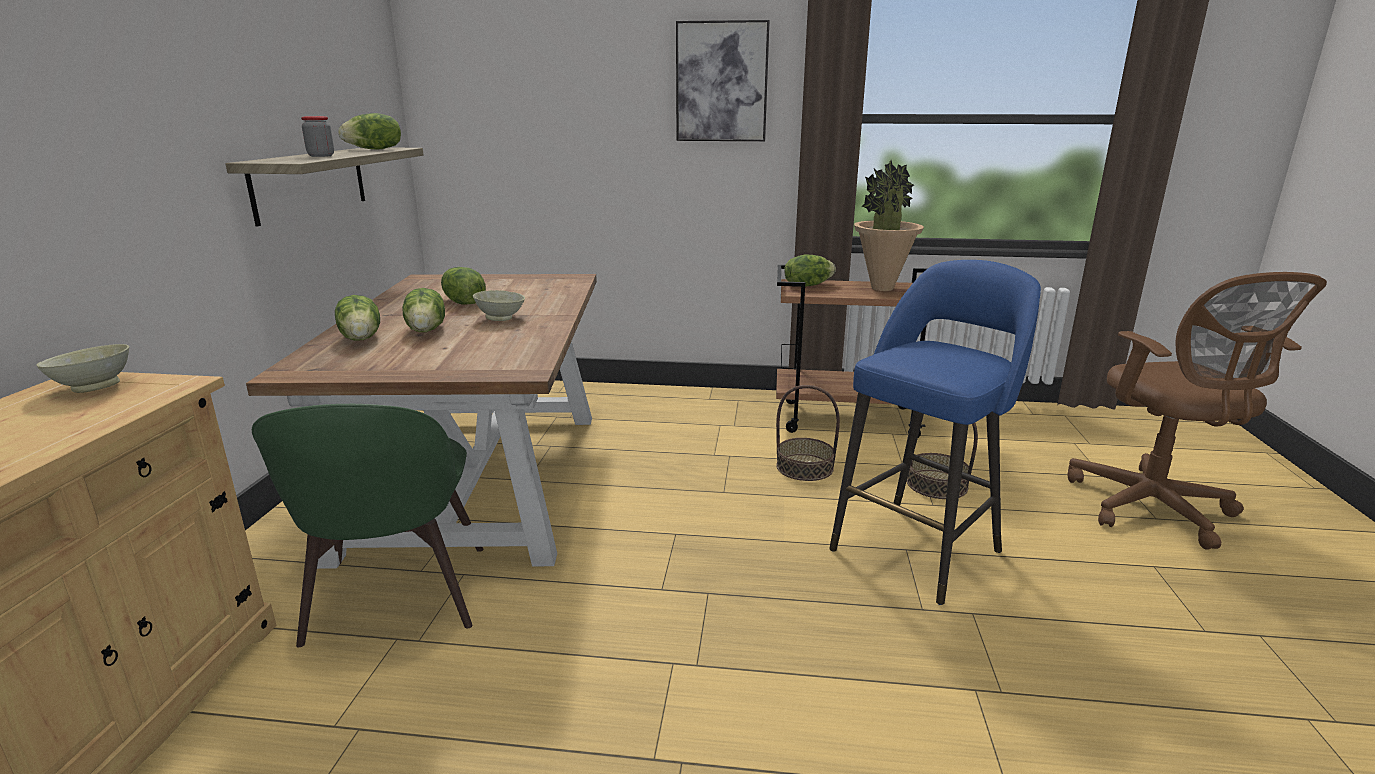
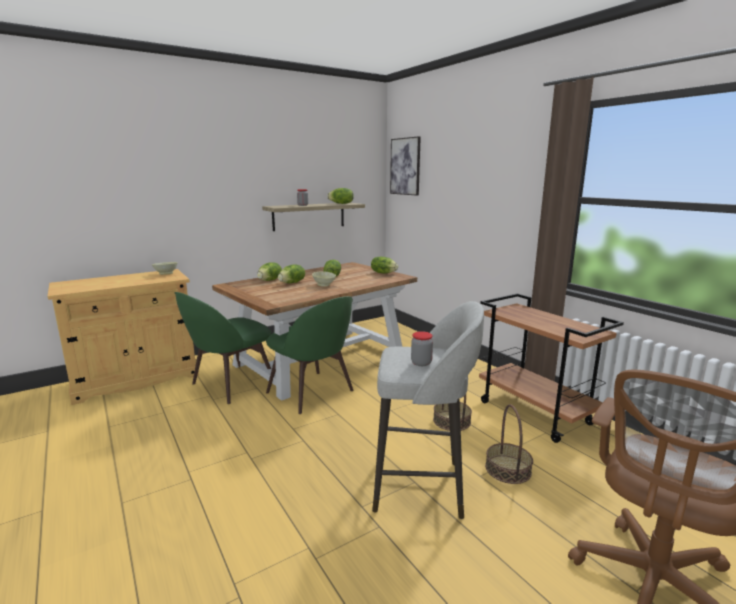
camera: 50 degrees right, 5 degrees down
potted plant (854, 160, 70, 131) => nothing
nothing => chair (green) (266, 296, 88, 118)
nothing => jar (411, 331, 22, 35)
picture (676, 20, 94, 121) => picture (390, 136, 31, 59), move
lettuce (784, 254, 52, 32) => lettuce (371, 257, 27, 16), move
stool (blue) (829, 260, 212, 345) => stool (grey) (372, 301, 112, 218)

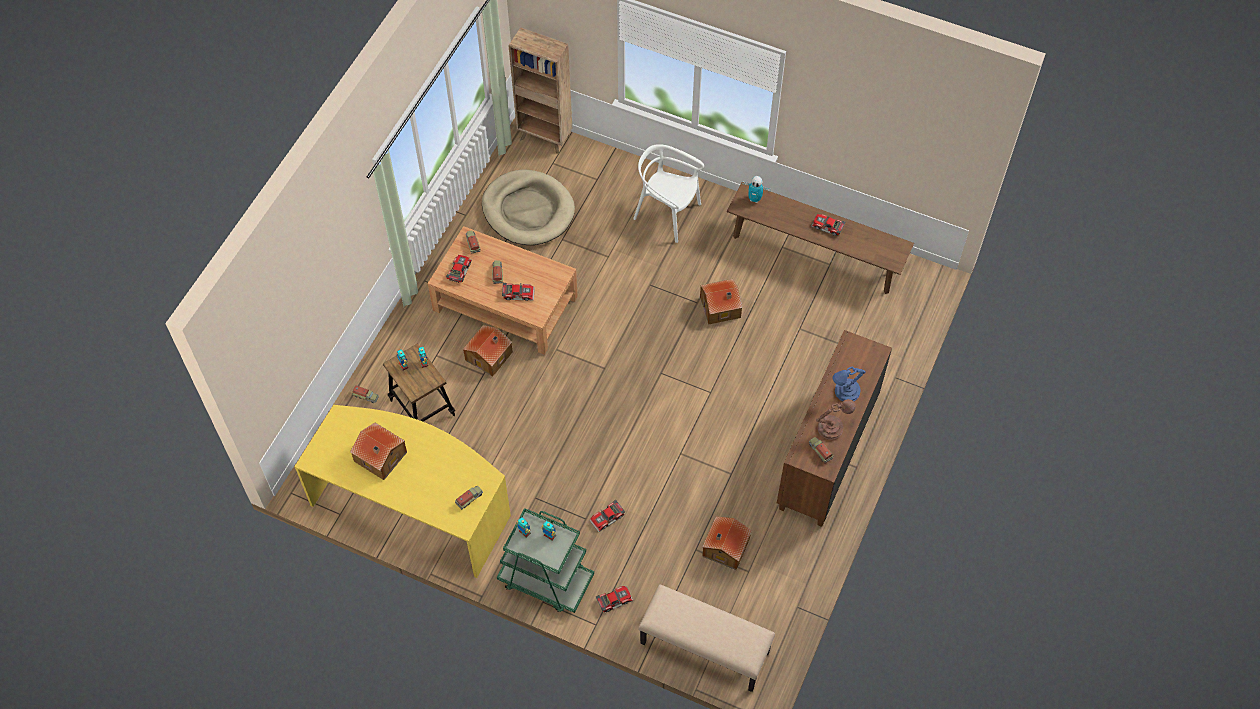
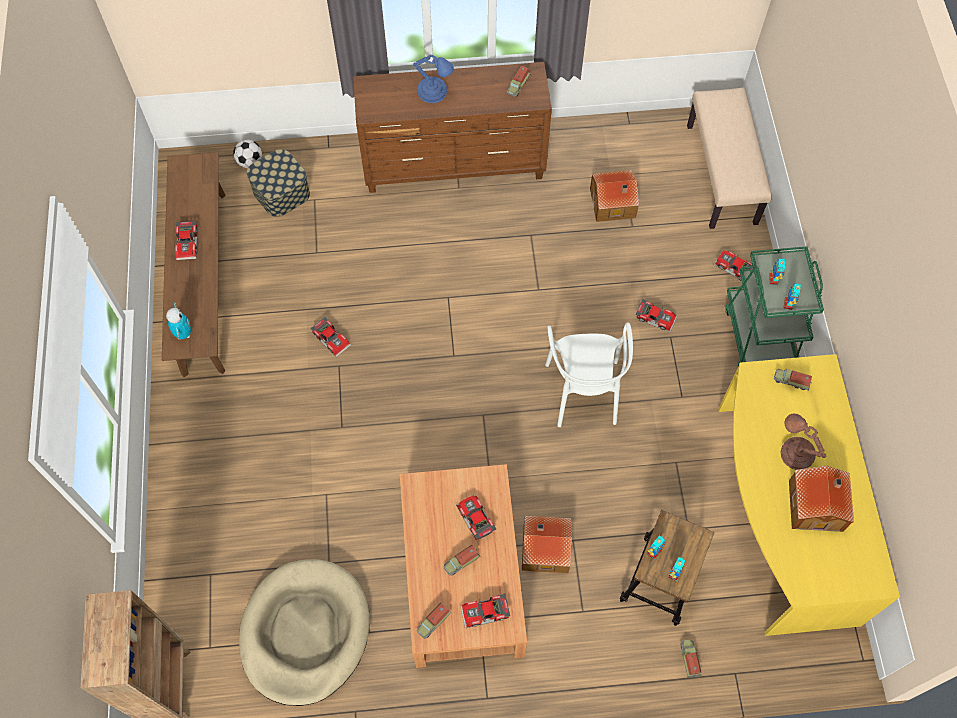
camera: 120 degrees left, 5 degrees up
nothing => football (233, 140, 29, 28)
nothing => storage box (247, 149, 63, 68)
chair (white) (633, 144, 71, 99) => chair (white) (545, 323, 88, 104), move
table lamp (brown) (816, 399, 40, 41) => table lamp (brown) (780, 414, 47, 56), move
toy house (700, 279, 42, 45) => toy car (310, 317, 41, 40)

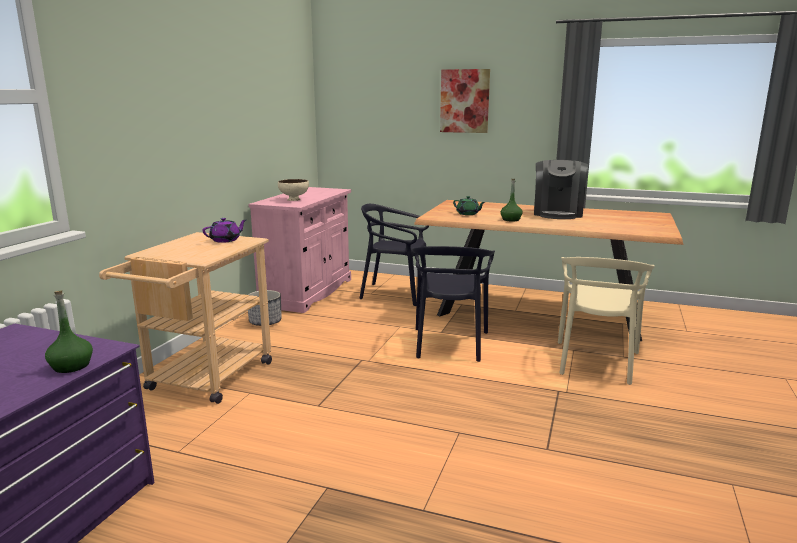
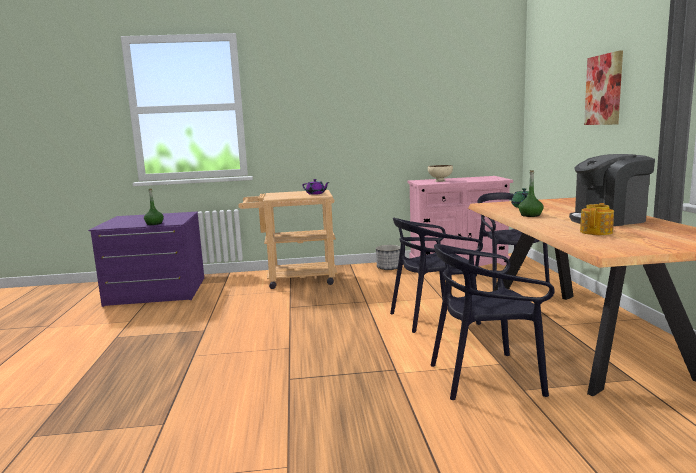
camera: 65 degrees right, 5 degrees down
nothing => teapot (580, 203, 34, 32)
chair (beige) (558, 257, 97, 128) => chair (black) (431, 244, 124, 156)

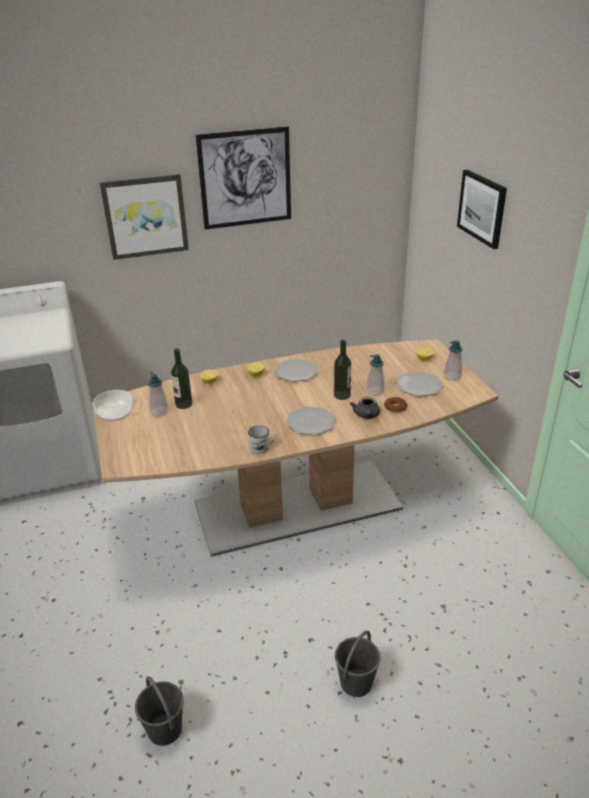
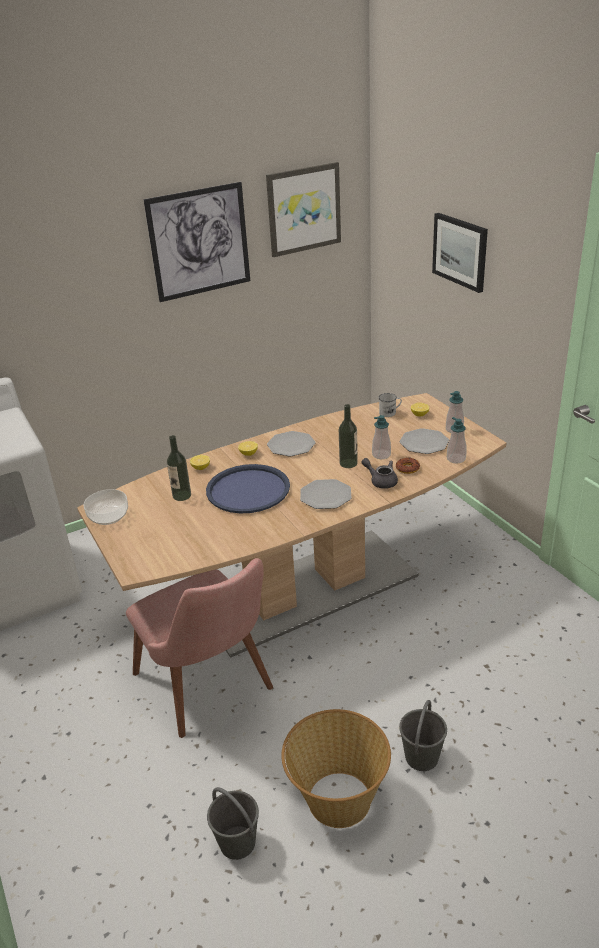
camera: 10 degrees left, 0 degrees up
nothing => chair (pink) (126, 558, 147, 180)
nothing => tray (blue) (206, 464, 84, 49)
nothing => basket (282, 709, 109, 119)
picture (100, 174, 89, 86) => picture (266, 162, 75, 95), move
soap dispenser (148, 372, 21, 45) => soap dispenser (447, 417, 19, 47), move
mug (white) (248, 425, 28, 29) => mug (white) (378, 393, 24, 24), move
teapot (grey) (350, 397, 30, 22) => teapot (grey) (361, 458, 37, 31), 135 degrees clockwise

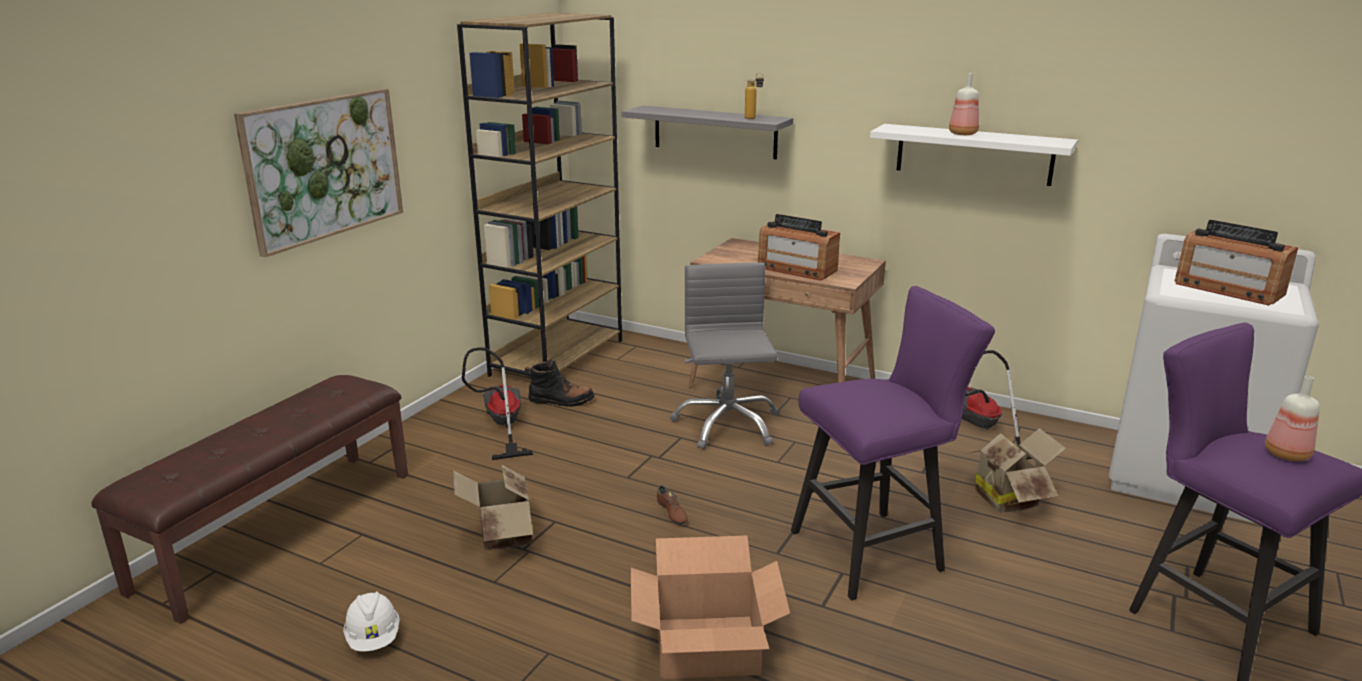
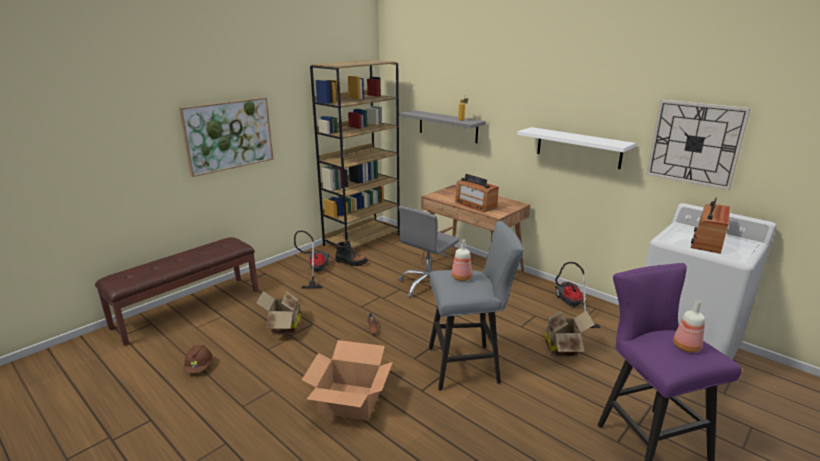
camera: 15 degrees right, 0 degrees up
nothing => wall clock (646, 100, 105, 90)
bottle (949, 73, 30, 62) => bottle (452, 239, 20, 42), move
hard hat (white) (343, 592, 57, 59) => hard hat (brown) (184, 345, 29, 28)
stool (purple) (791, 286, 204, 315) => stool (grey) (429, 221, 95, 170)
office chair (grey) (670, 263, 110, 187) => office chair (grey) (398, 206, 62, 92), 150 degrees counterclockwise
radio (1174, 220, 124, 86) => radio (691, 197, 39, 57), 60 degrees clockwise

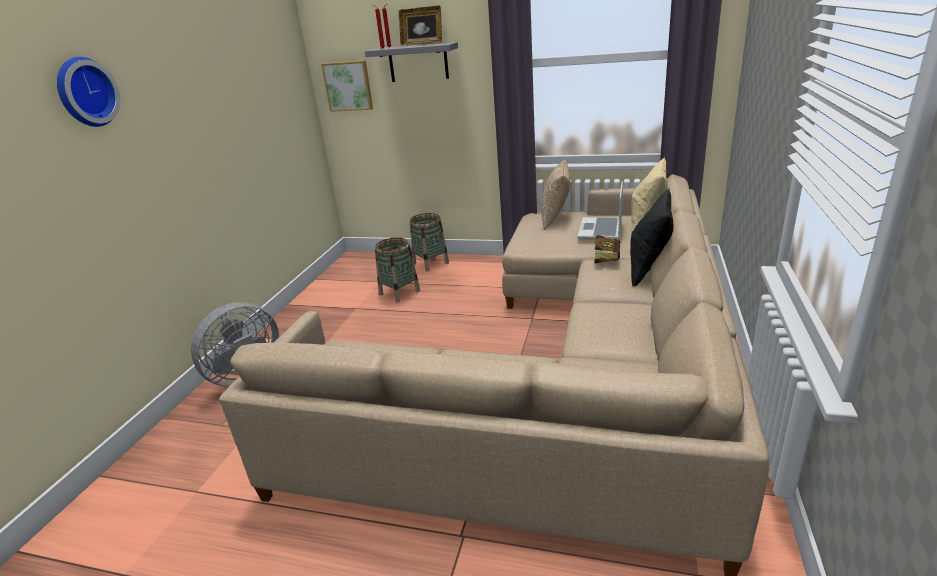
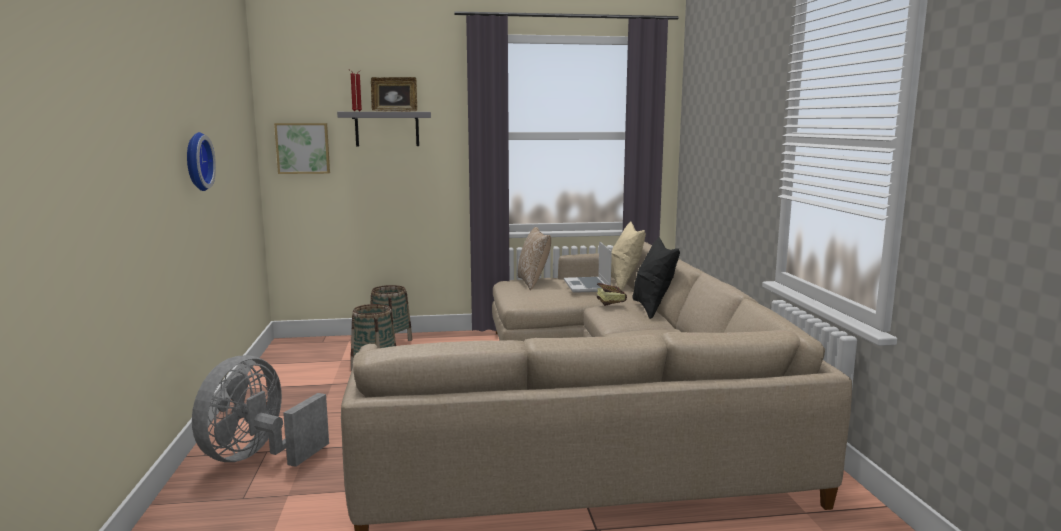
camera: 25 degrees left, 15 degrees down
wall clock (57, 57, 63, 70) => wall clock (187, 132, 29, 59), move

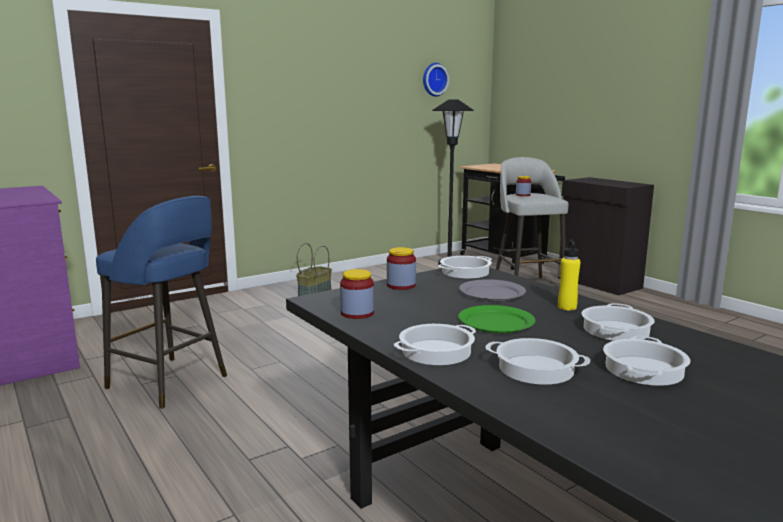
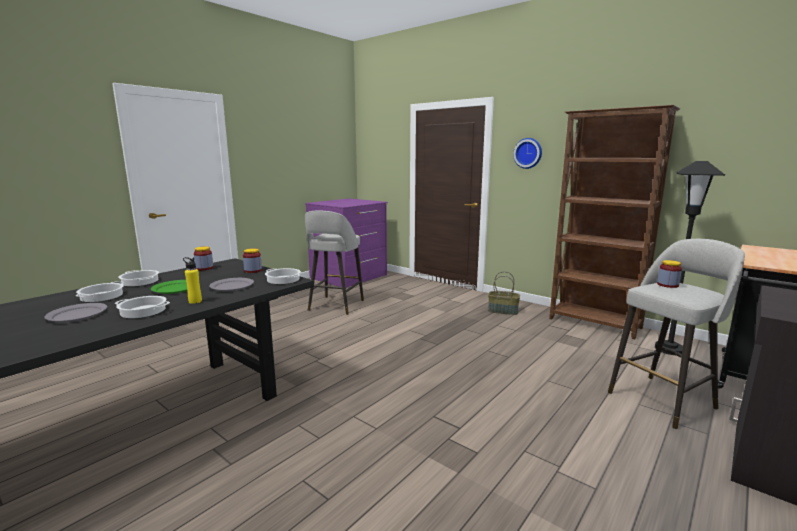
camera: 75 degrees right, 0 degrees up
nothing => bookcase (brown) (549, 105, 131, 234)
wall clock (423, 63, 26, 34) => wall clock (513, 138, 29, 31), move
cooking pot (603, 336, 88, 50) => plate (grey) (44, 303, 63, 19)
stool (blue) (96, 196, 131, 213) => stool (grey) (305, 210, 59, 105)

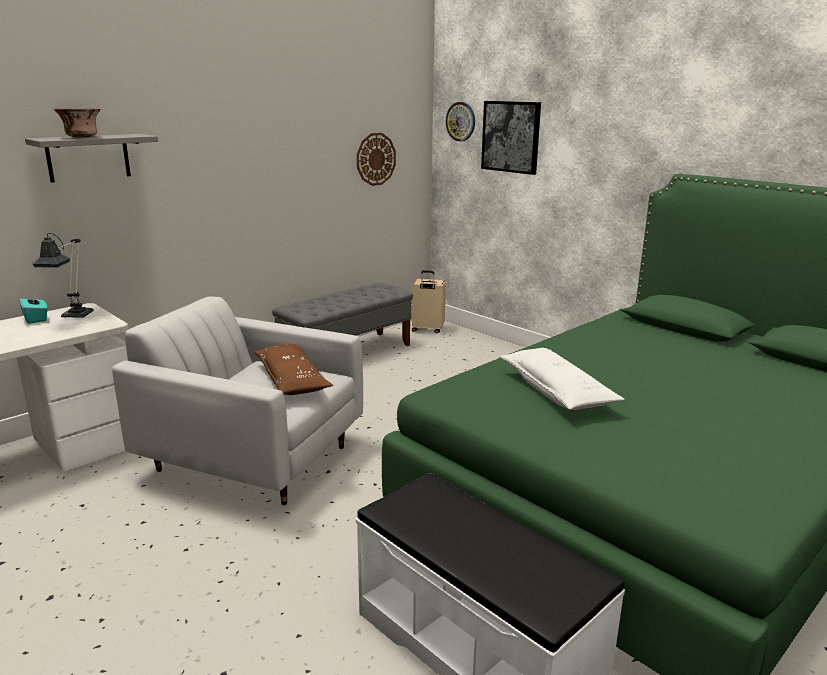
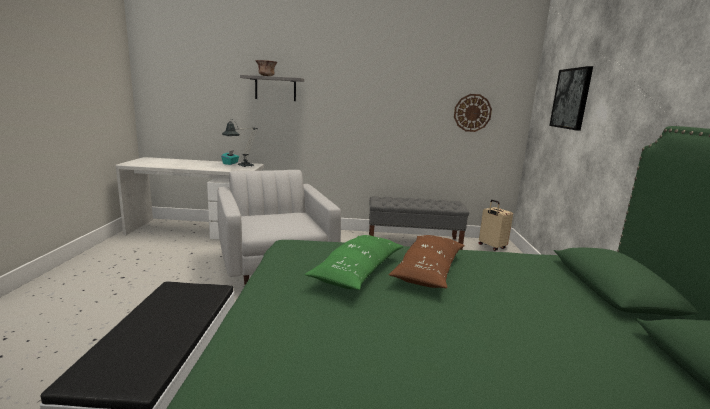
camera: 45 degrees right, 5 degrees down
wall clock (446, 102, 29, 39) => nothing
pillow (brown) (254, 344, 79, 51) => pillow (brown) (389, 235, 76, 53), move
pillow (white) (499, 348, 126, 62) => pillow (green) (305, 235, 99, 55)

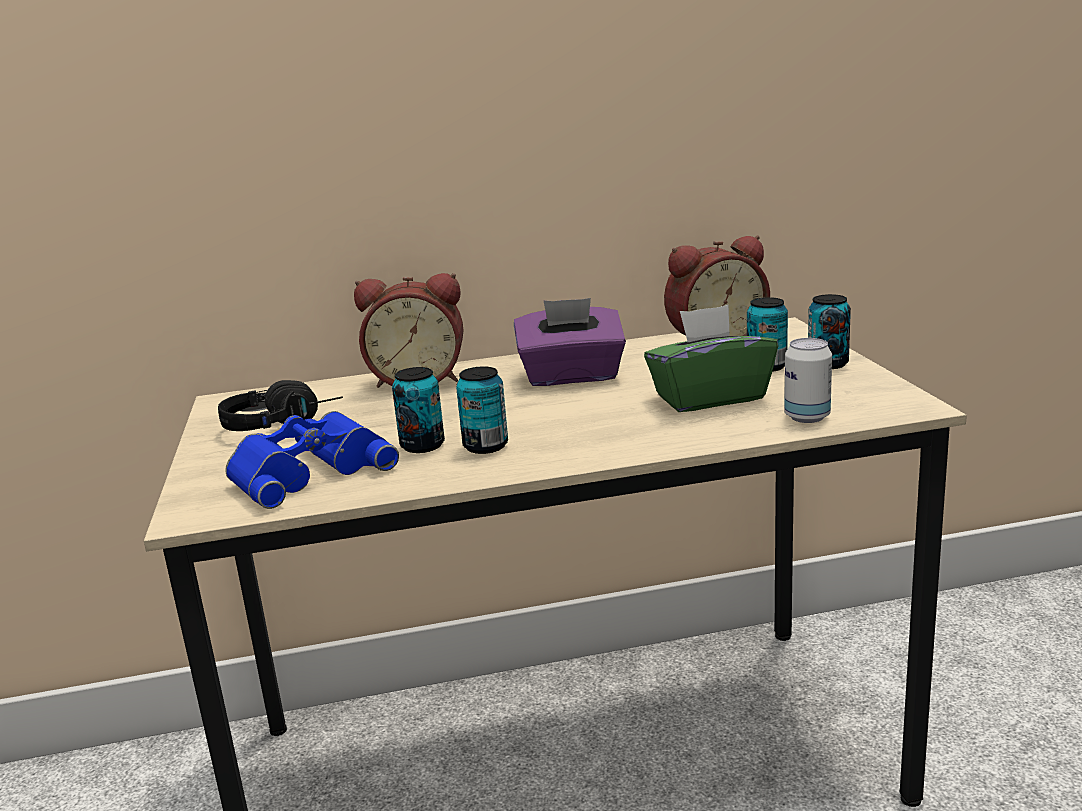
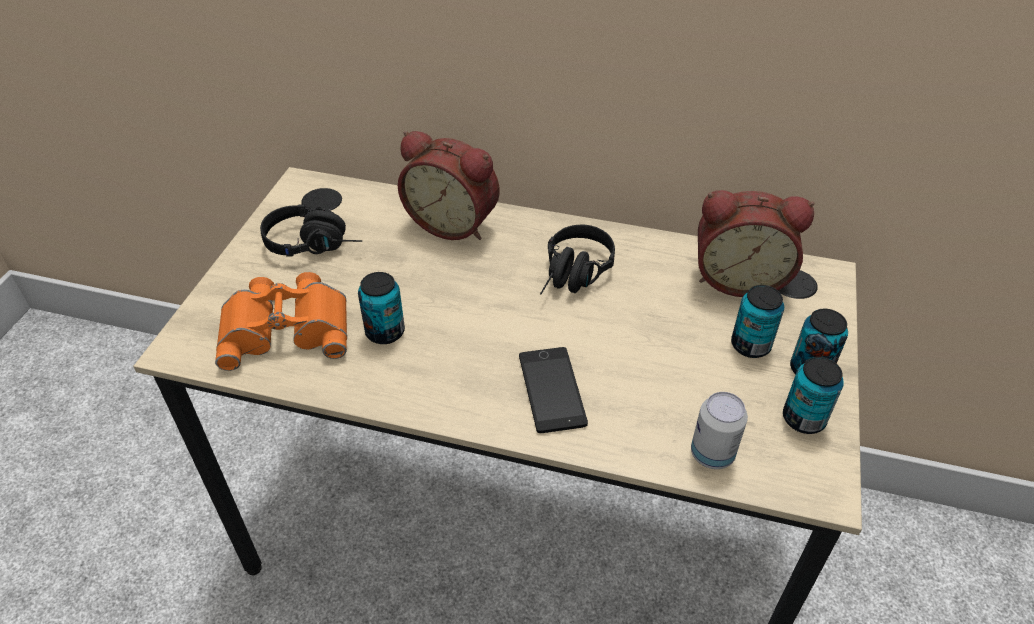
camera: 25 degrees right, 25 degrees up
tissue box (green) (644, 305, 134, 107) => nothing
nothing => phone (519, 347, 69, 86)
can (456, 366, 52, 88) => can (783, 357, 61, 77), move
tissue box (purple) (514, 298, 112, 88) => headphones (black) (540, 224, 75, 70)
binoculars (blue) (225, 411, 174, 98) => binoculars (orange) (215, 272, 132, 99)

